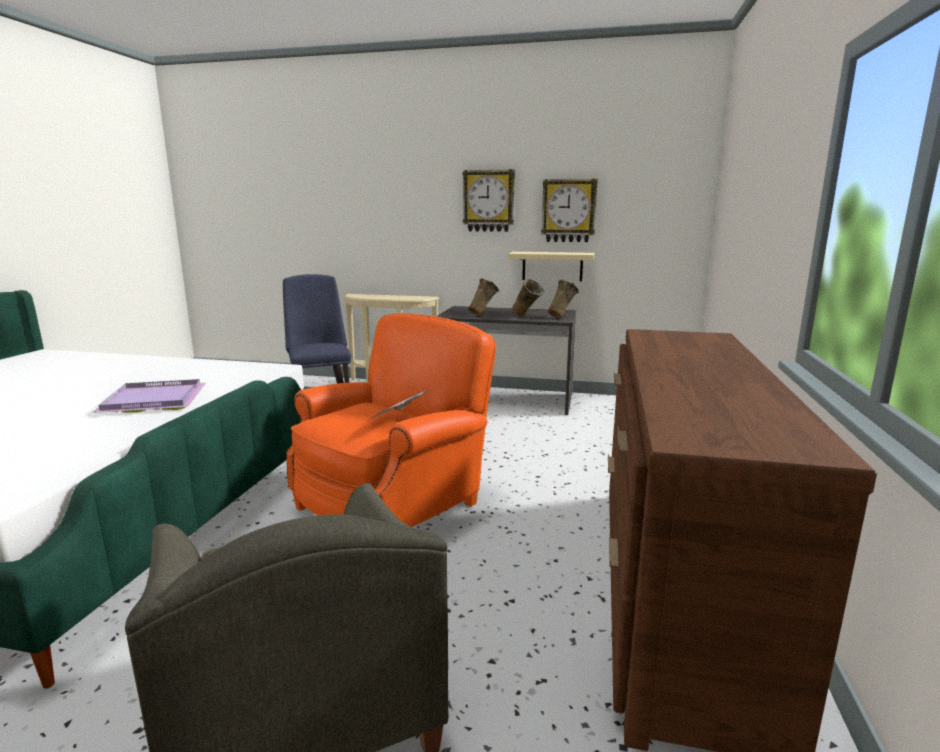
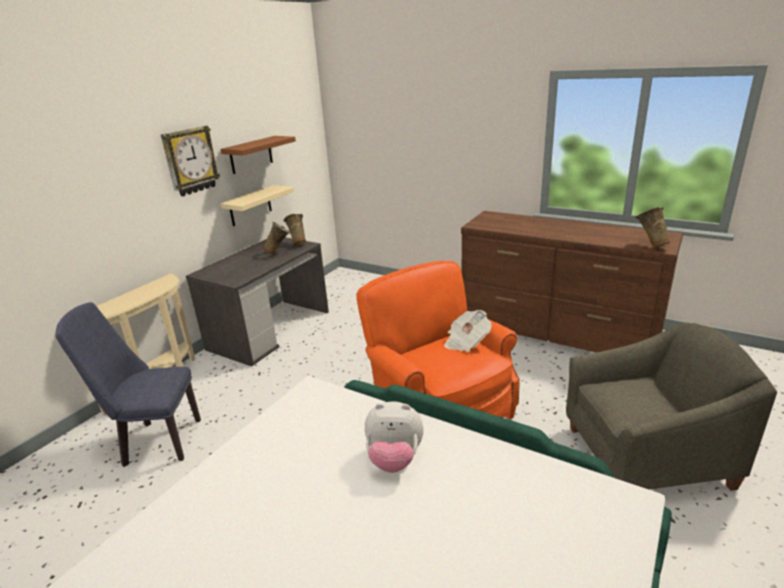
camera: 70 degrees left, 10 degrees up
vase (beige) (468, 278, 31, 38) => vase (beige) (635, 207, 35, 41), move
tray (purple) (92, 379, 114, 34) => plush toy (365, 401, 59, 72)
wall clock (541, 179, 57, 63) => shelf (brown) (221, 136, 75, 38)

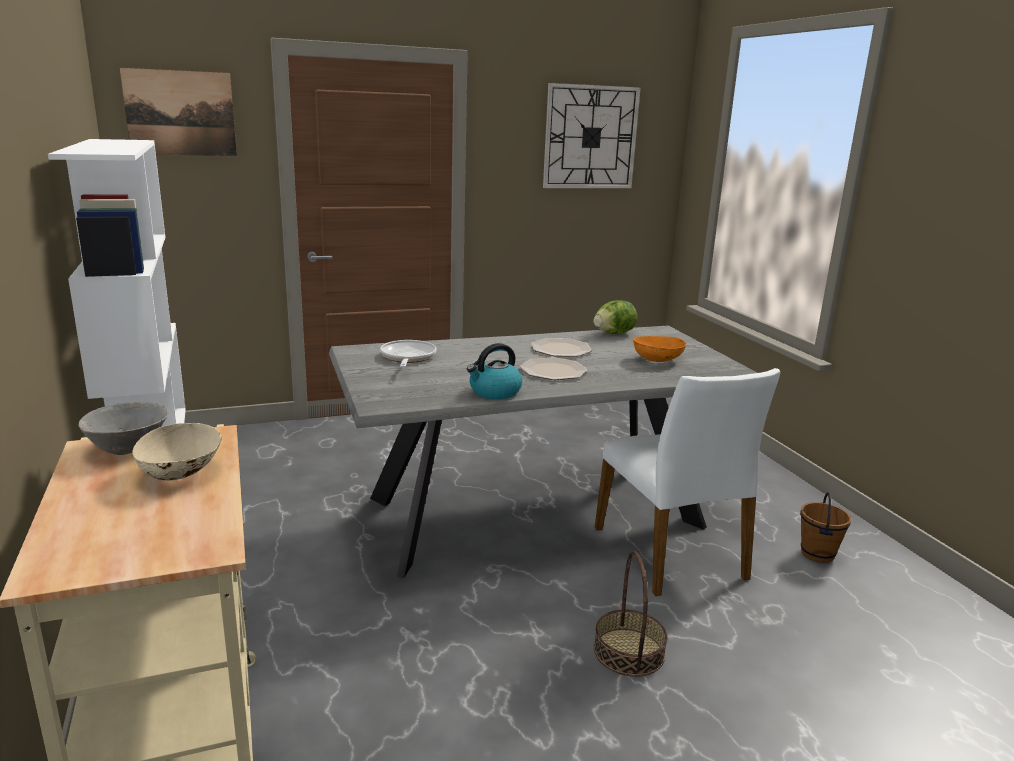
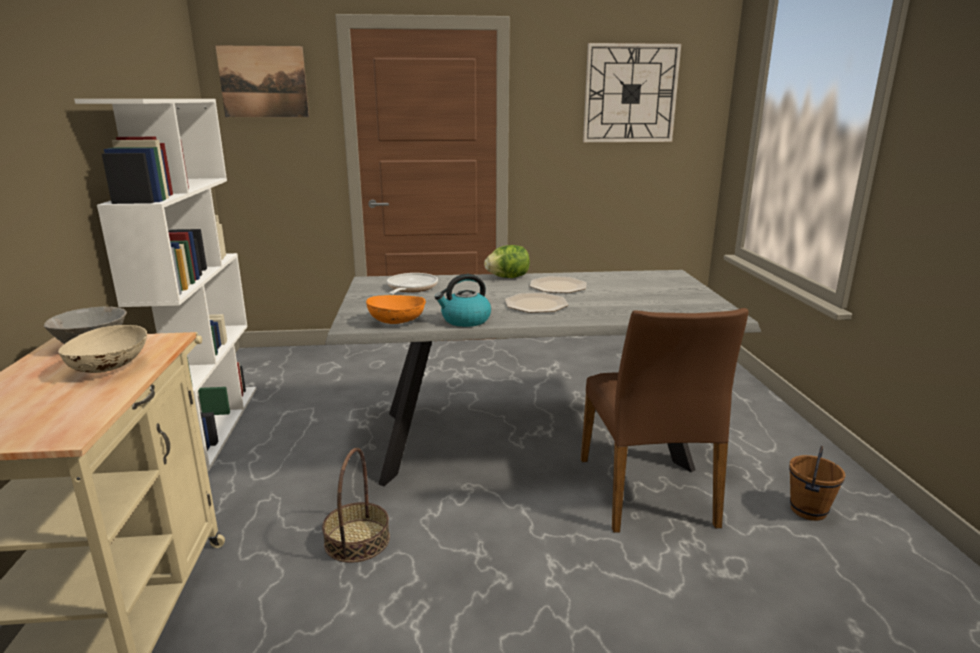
camera: 15 degrees right, 0 degrees up
lettuce (594, 300, 43, 34) => lettuce (484, 245, 46, 33), move
basket (594, 551, 74, 126) => basket (322, 448, 68, 115), move
bowl (orange) (633, 336, 53, 26) => bowl (orange) (366, 295, 60, 29), move
chair (white) (595, 368, 185, 228) => chair (brown) (581, 308, 167, 225)

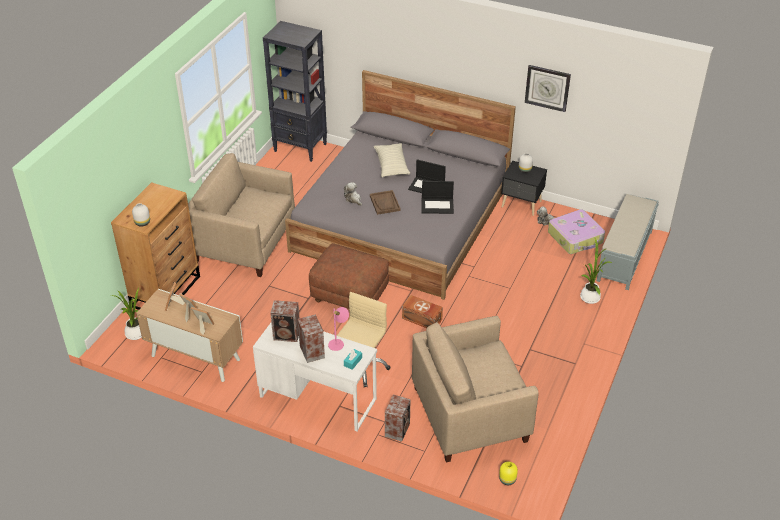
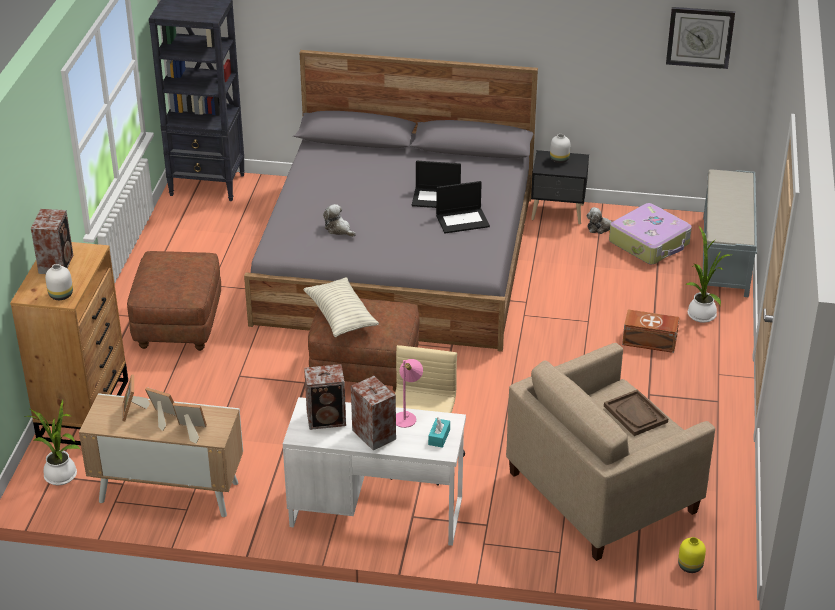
camera: 15 degrees left, 5 degrees down
tray (brown) (370, 190, 31, 25) => tray (brown) (604, 389, 64, 47), move
pillow (374, 143, 36, 35) => pillow (303, 277, 76, 60), move
speaker (385, 395, 25, 47) => speaker (31, 209, 42, 65), move
storage box (brown) (402, 295, 41, 33) => storage box (brown) (622, 309, 57, 44), move
wall clock (525, 65, 46, 47) => wall clock (666, 7, 69, 62), move
armchair (beige) (188, 153, 107, 124) => ottoman (brown) (127, 251, 94, 100)

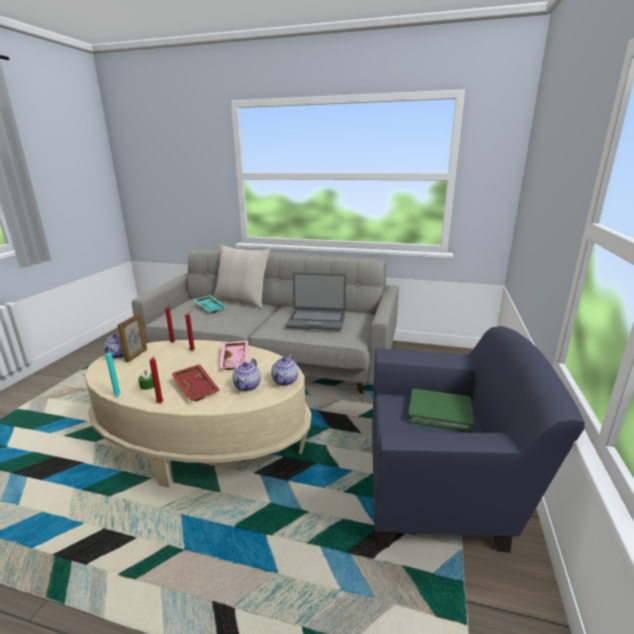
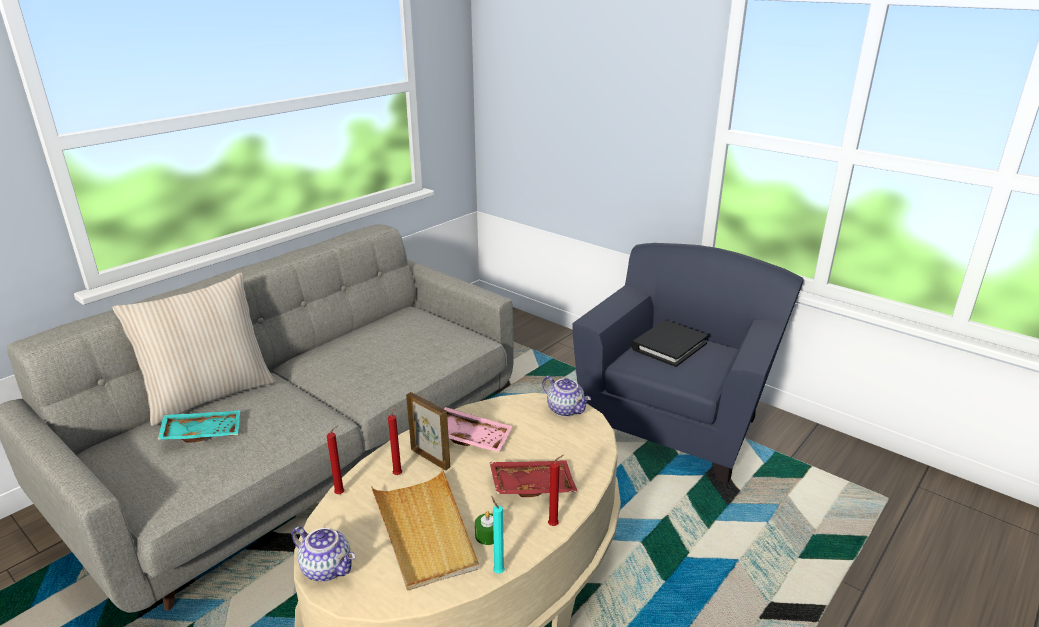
camera: 65 degrees left, 5 degrees up
teapot (233, 359, 28, 32) => nothing
laptop (286, 272, 60, 58) => nothing
nothing => tray (beige) (371, 469, 108, 122)
picture frame (117, 314, 30, 48) => picture frame (406, 392, 44, 78), move
book (green) (408, 389, 66, 44) => book (black) (631, 320, 77, 47)

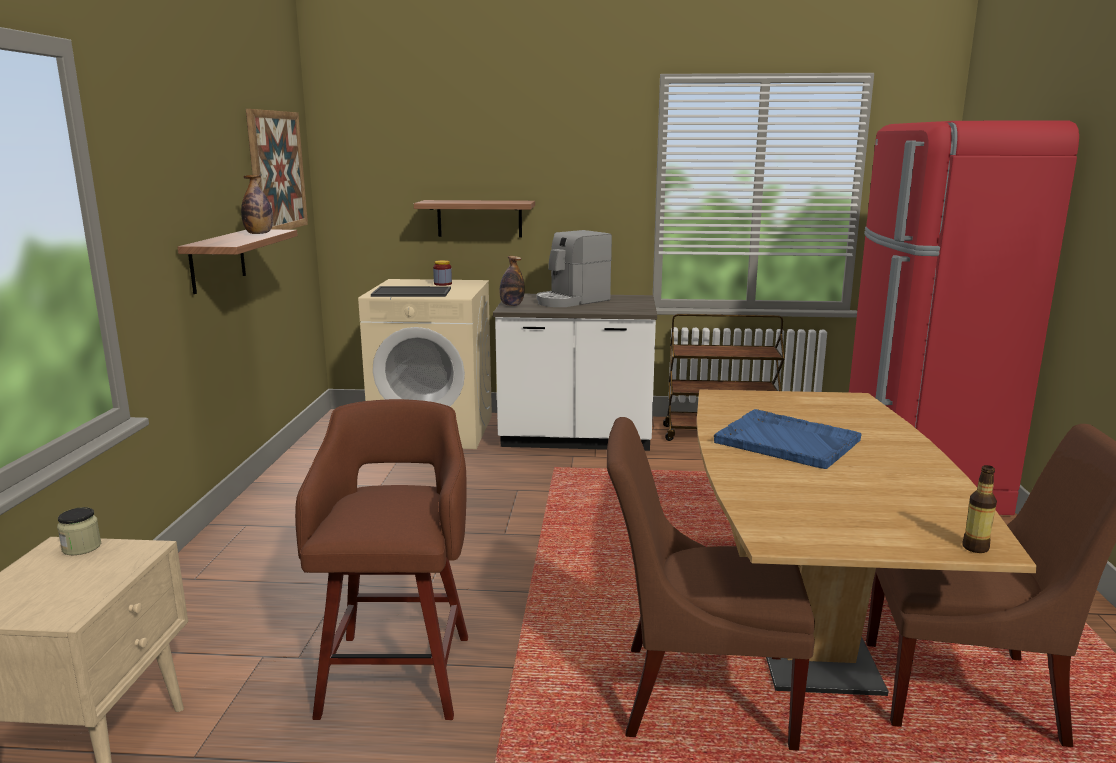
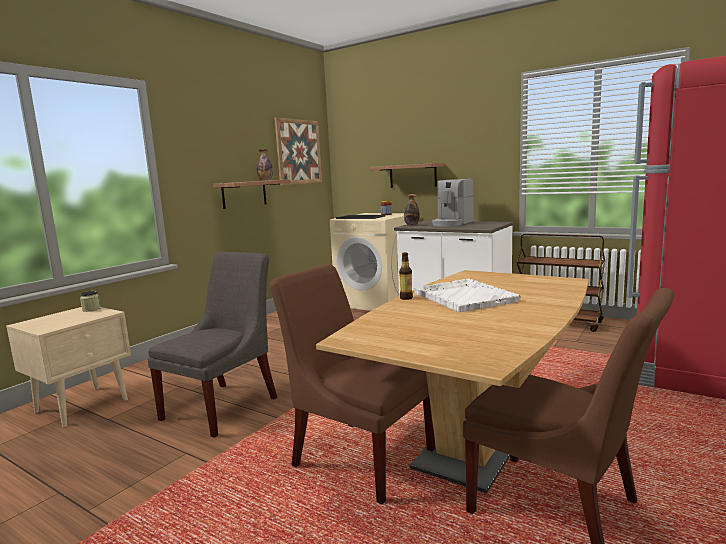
camera: 30 degrees right, 5 degrees down
bottle (962, 465, 35, 88) => bottle (399, 252, 14, 48), move
stool (brown) (295, 399, 173, 321) => chair (grey) (147, 252, 130, 186)
tray (blue) (714, 409, 148, 60) => tray (white) (414, 278, 107, 34)
coffee machine (537, 230, 75, 77) => coffee machine (432, 179, 42, 48), 45 degrees counterclockwise

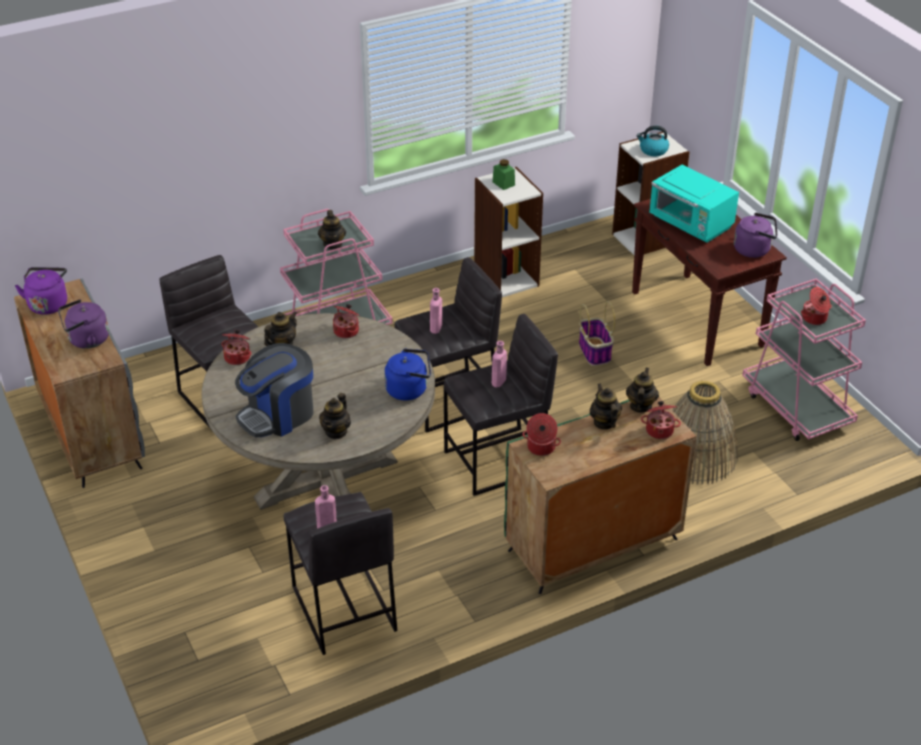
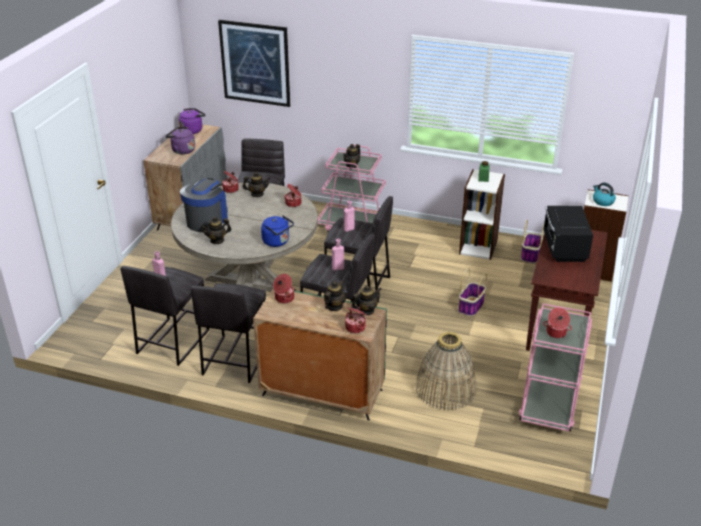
camera: 45 degrees right, 5 degrees down
kettle (purple) (734, 213, 43, 45) => nothing
nothing => stool (grey) (191, 283, 75, 100)
nothing => picture (218, 20, 72, 87)
nothing => basket (521, 220, 23, 43)
microwave (turquoise) (650, 165, 89, 78) => microwave (black) (543, 206, 50, 56)
coffee machine (235, 343, 78, 94) => coffee machine (180, 178, 48, 54), 105 degrees clockwise

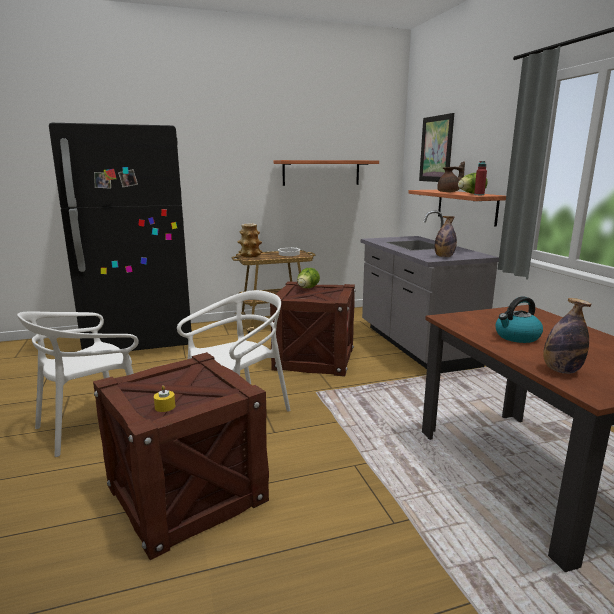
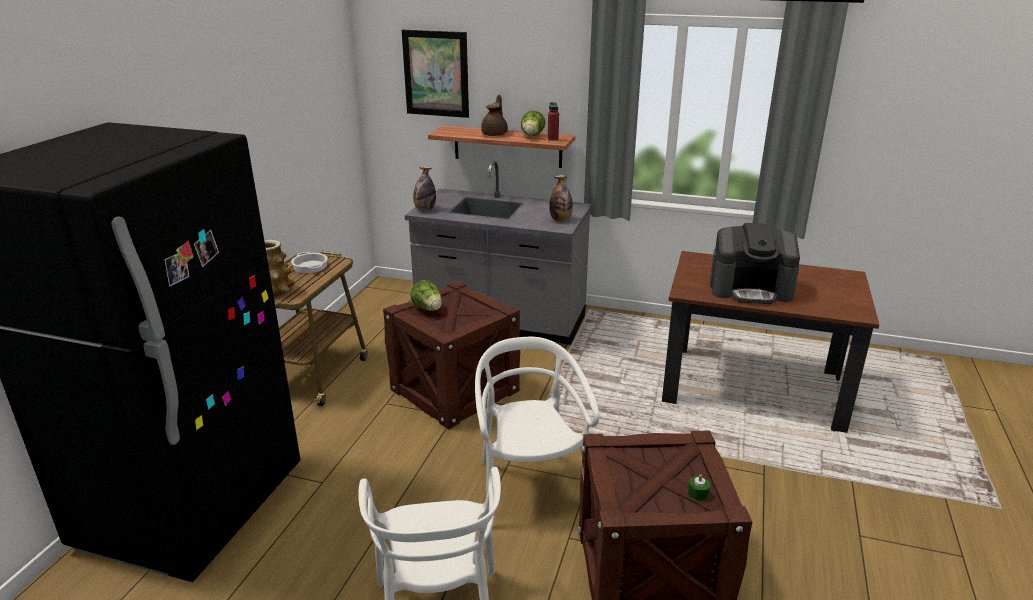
camera: 55 degrees left, 10 degrees up
shelf (274, 160, 105, 26) => nothing
bottle (543, 298, 49, 76) => bottle (413, 166, 23, 45), move
kettle (495, 296, 48, 47) => coffee machine (710, 223, 90, 81)
candle (yellow) (154, 385, 21, 27) => candle (green) (688, 474, 22, 27)

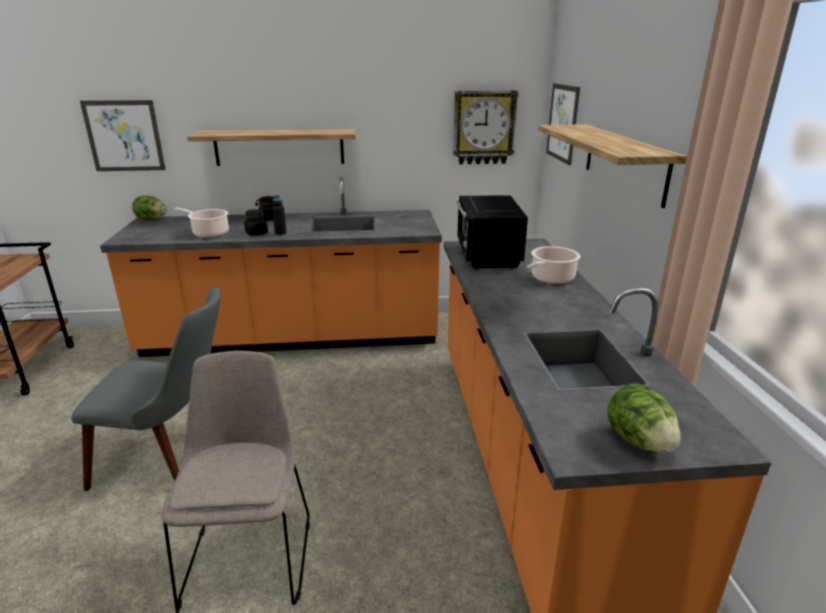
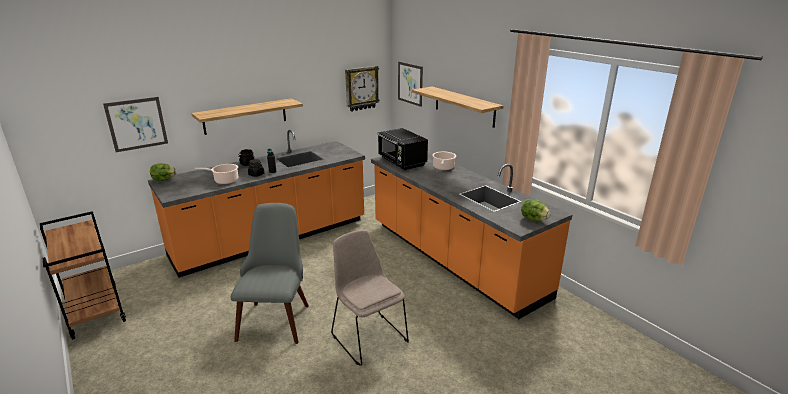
camera: 30 degrees left, 0 degrees up
chair (grey) (71, 287, 150, 204) => chair (grey) (230, 203, 79, 141), 60 degrees counterclockwise

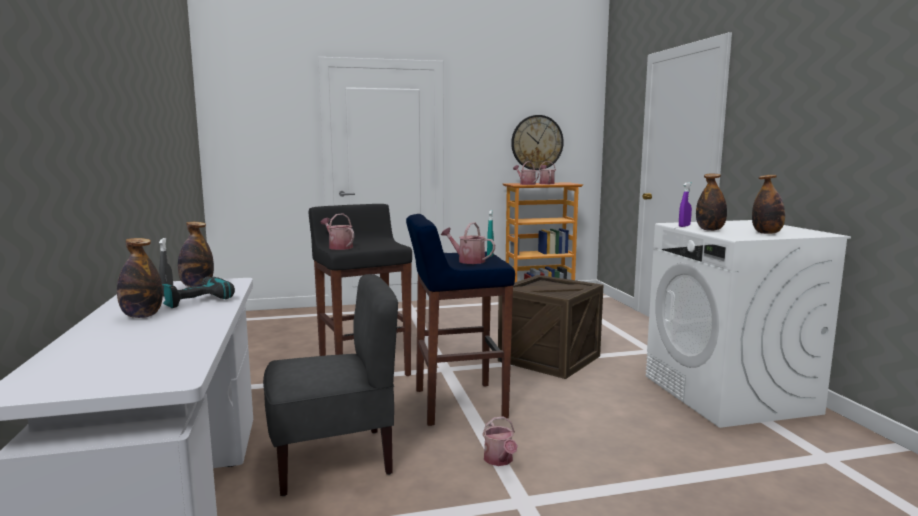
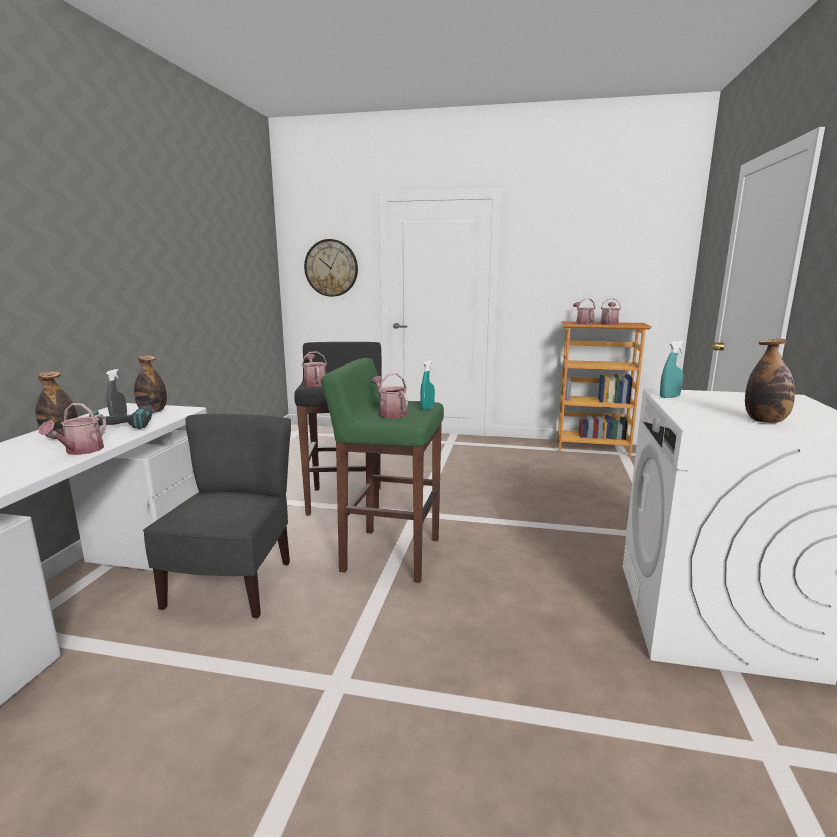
camera: 25 degrees right, 5 degrees up
crate (498, 275, 105, 104) => nothing
bottle (696, 173, 31, 58) => nothing
watering can (482, 416, 36, 50) => watering can (39, 403, 67, 52), move
wall clock (511, 115, 53, 55) => wall clock (304, 239, 54, 58), move
stool (blue) (406, 214, 109, 212) => stool (green) (321, 358, 123, 225)
spray bottle (purple) (679, 182, 13, 45) => spray bottle (turquoise) (660, 340, 25, 58)
chair (grey) (263, 274, 135, 222) => chair (grey) (143, 414, 148, 205), 90 degrees counterclockwise

